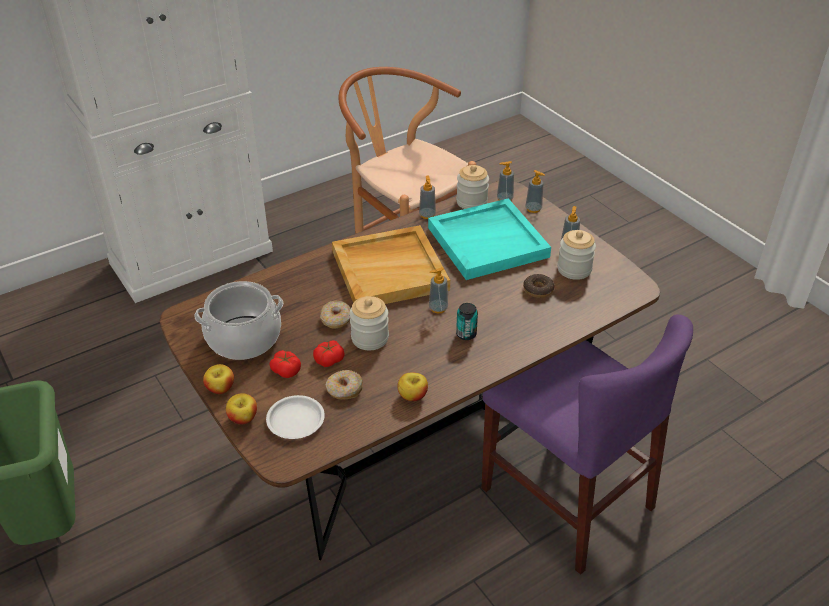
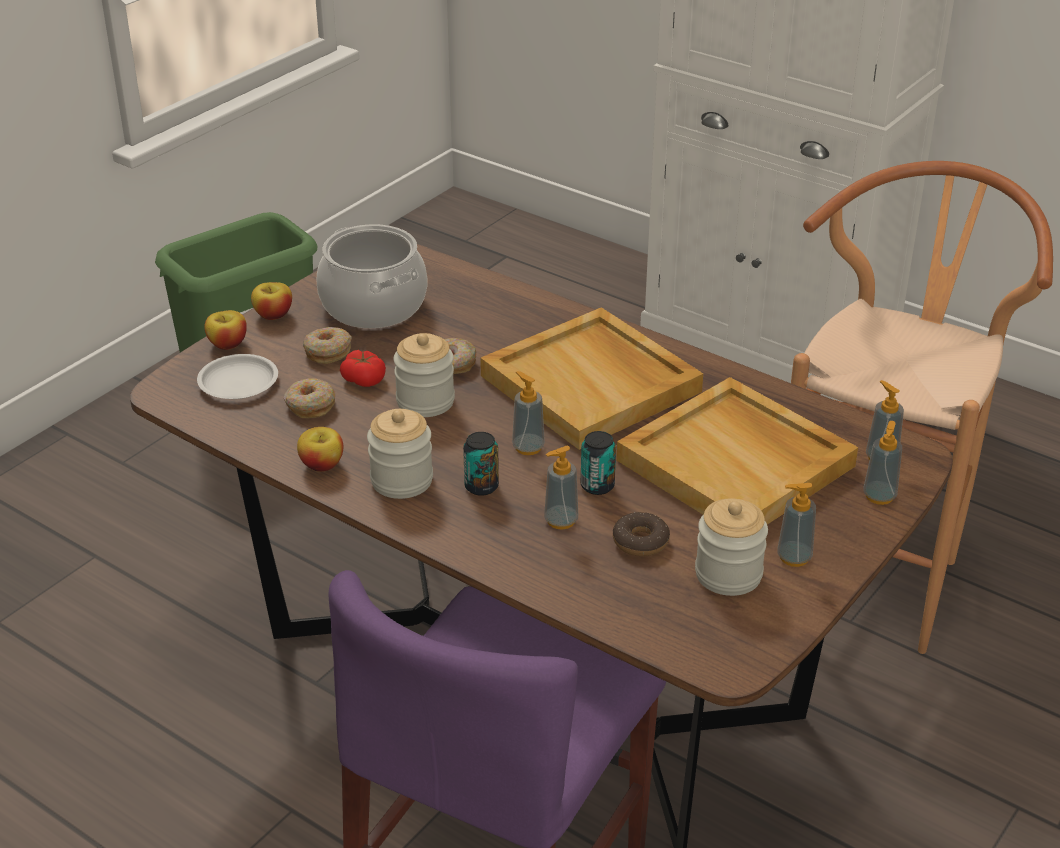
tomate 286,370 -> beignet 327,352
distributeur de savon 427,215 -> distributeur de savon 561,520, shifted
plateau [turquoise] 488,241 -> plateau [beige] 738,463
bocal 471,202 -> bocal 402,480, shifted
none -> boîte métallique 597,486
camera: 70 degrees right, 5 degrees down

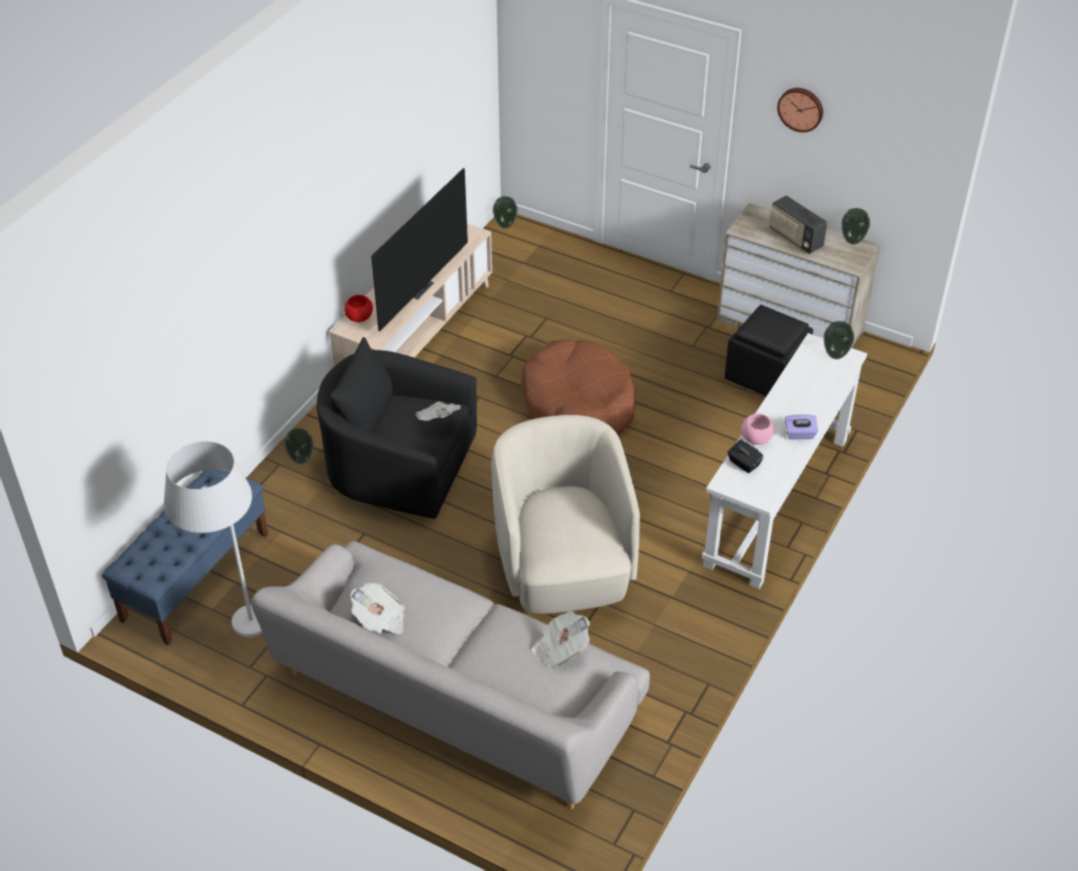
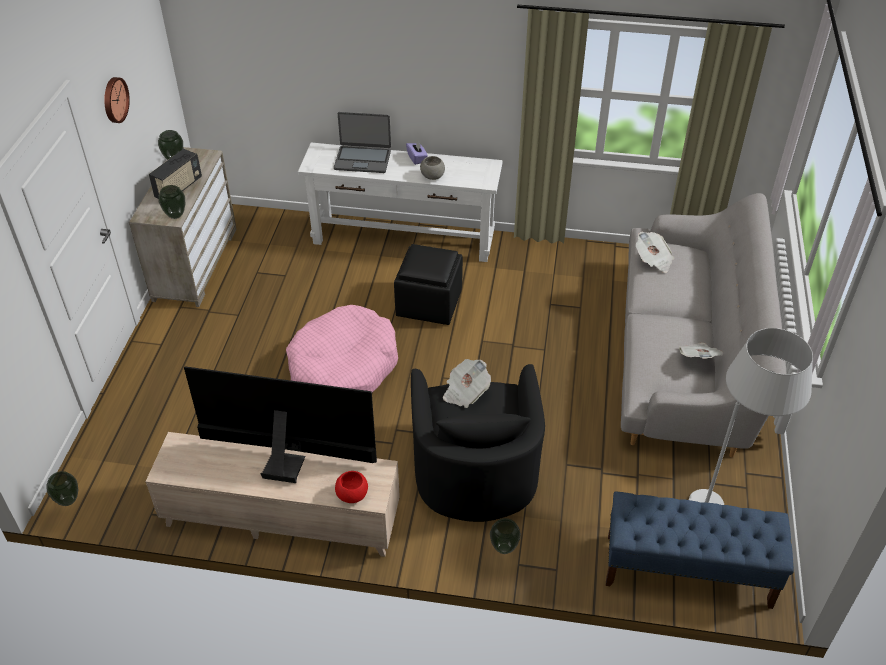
fauteuil [beige] 564,566 -> none
panier pour chien [marron] 578,405 -> panier pour chien [rose] 343,368
pouf [noir] 764,375 -> pouf [noir] 429,304, shifted
boîte à mouchoirs [noir] 743,464 -> none
bol [rose] 756,438 -> bol [gris] 432,176
vase 835,354 -> vase 175,215, shifted
none -> ordinateur portable 362,159
camera: 110 degrees left, 0 degrees up

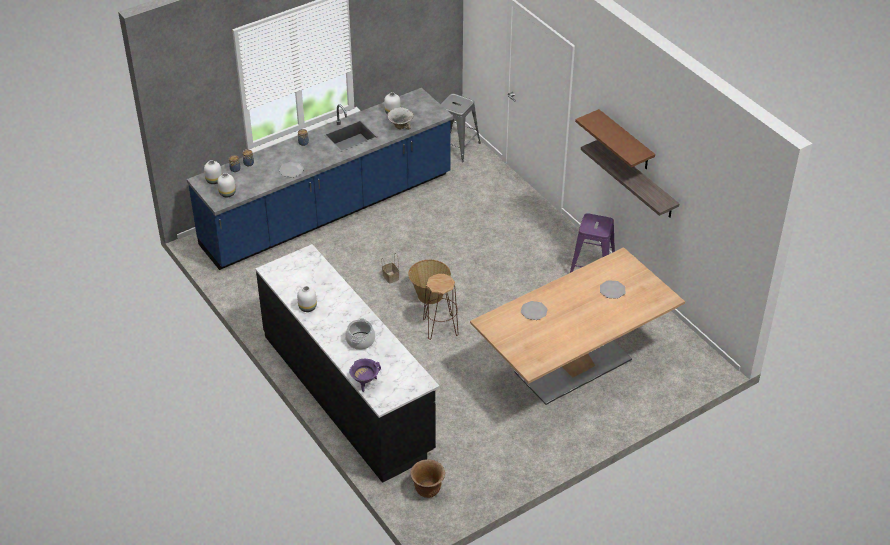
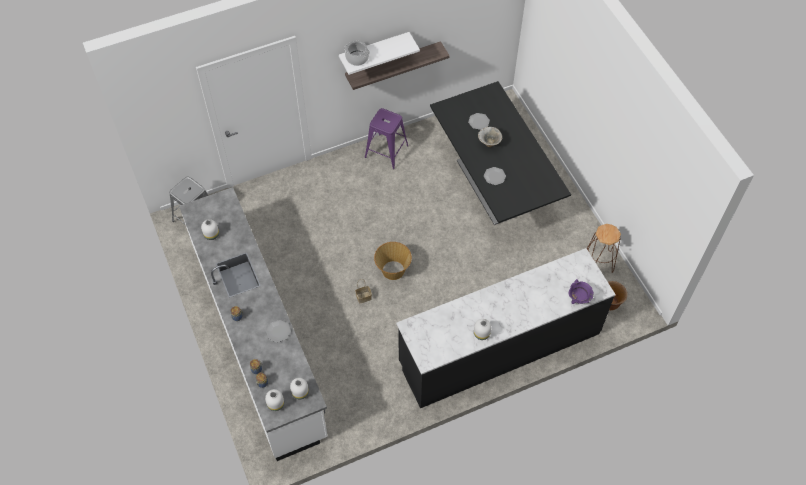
comptoir de cuisine [bleu] 328,211 -> comptoir de cuisine [blanc] 259,338
marmite 360,341 -> marmite 357,58, shifted
bol 400,126 -> bol 489,143, shifted
tabouret [marron] 441,327 -> tabouret [marron] 599,261, shifted
table à manger [beige] 573,366 -> table à manger [noir] 493,185
étagère [marron] 625,141 -> étagère [blanc] 374,50
camera: 80 degrees left, 15 degrees up

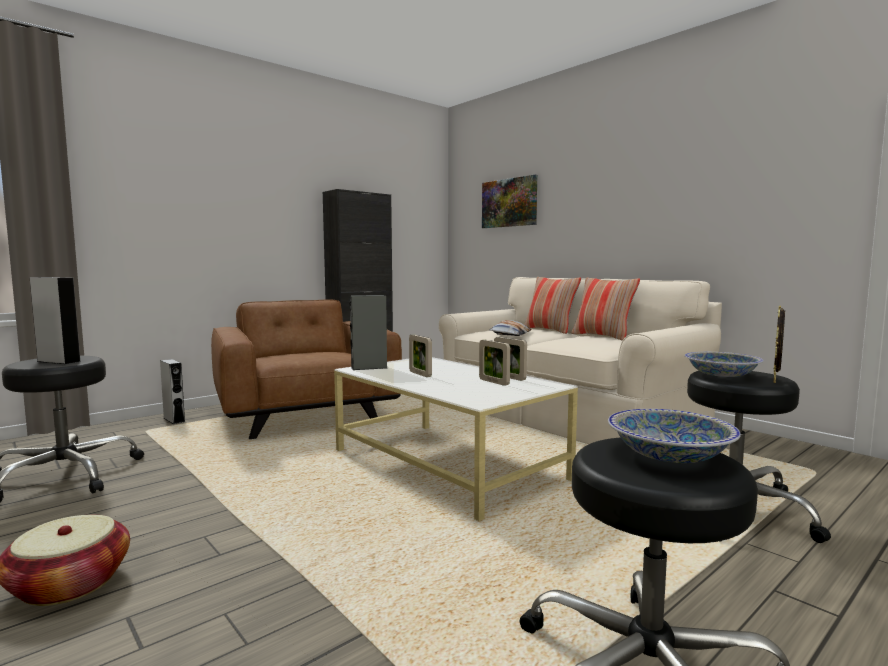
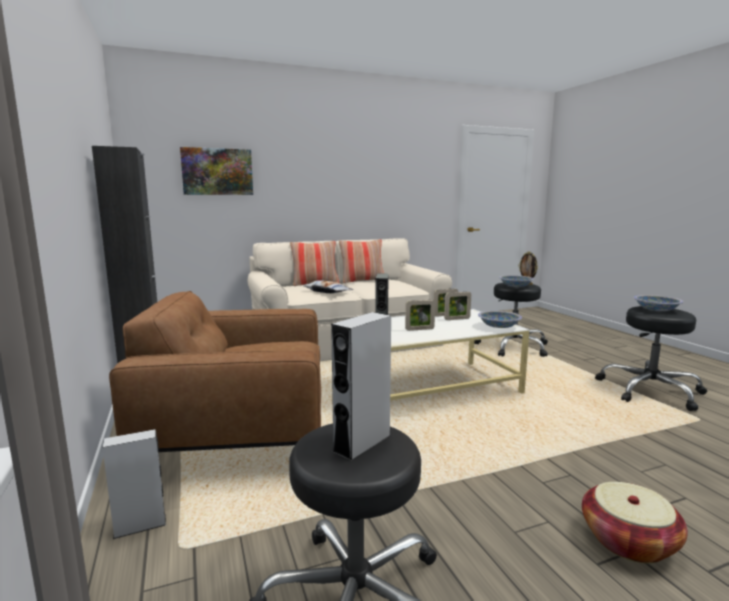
none -> bol 498,326
camera: 70 degrees left, 5 degrees up

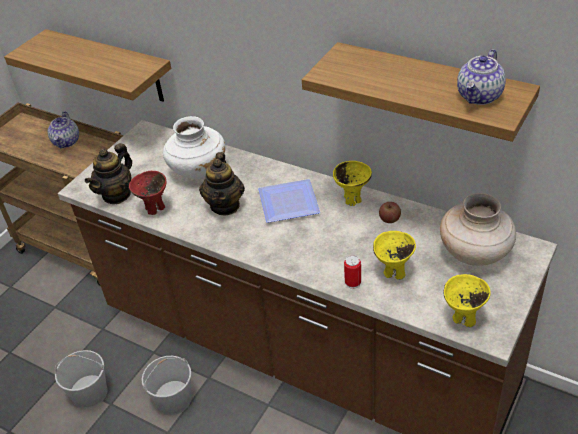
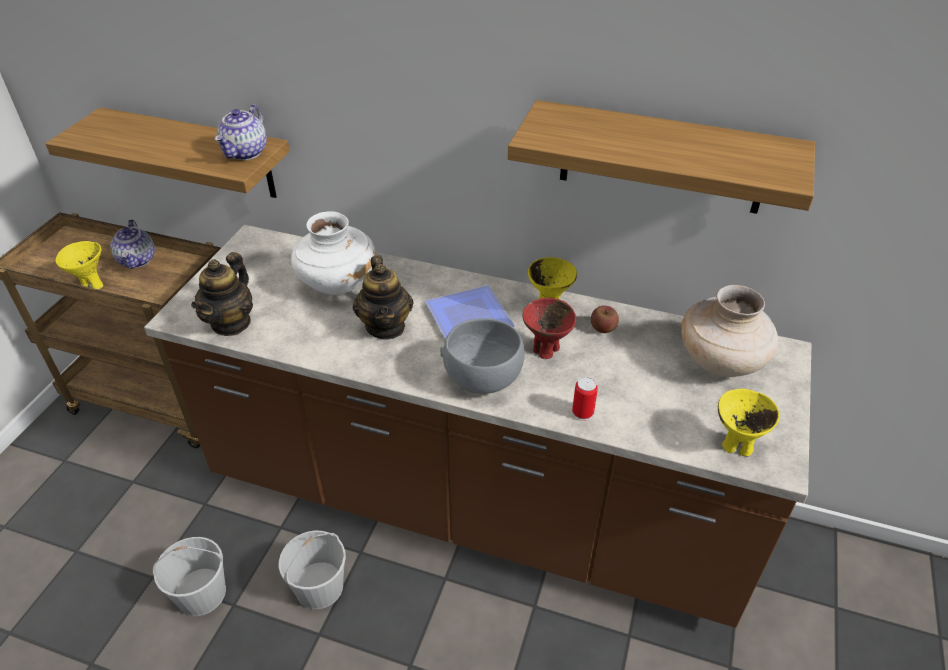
bol [rouge] 155,209 -> bol [rouge] 546,350, shifted
bol [jaune] 394,273 -> bol [jaune] 92,285, shifted
théière 480,96 -> théière 246,153, shifted
none -> bol [gris] 483,379
camera: 15 degrees left, 0 degrees up

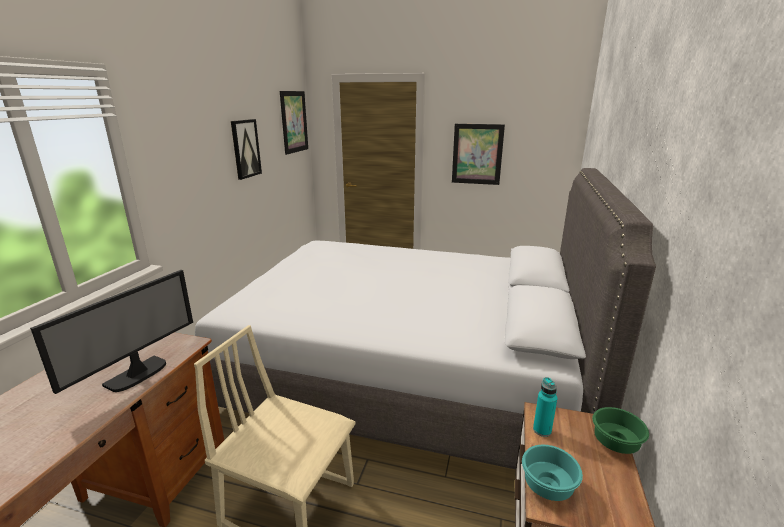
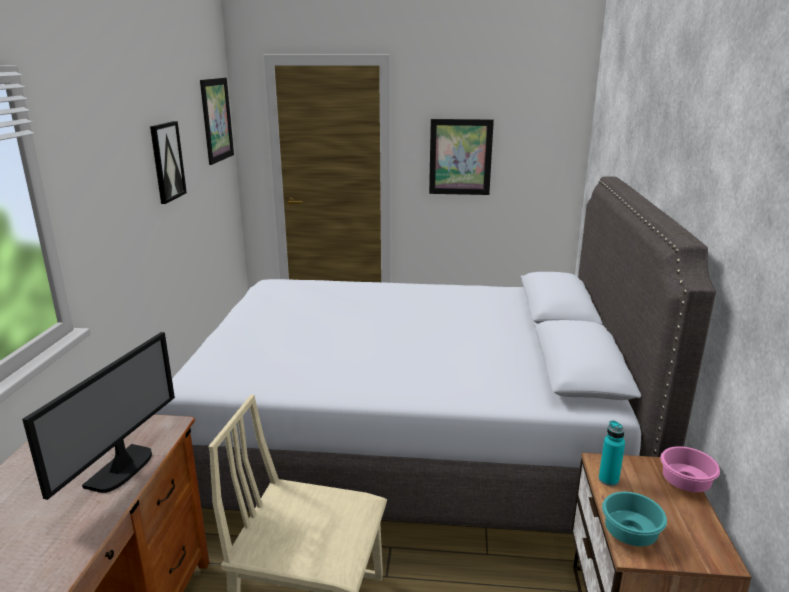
bol [vert] 615,444 -> bol [rose] 685,484
camera: 10 degrees left, 0 degrees up

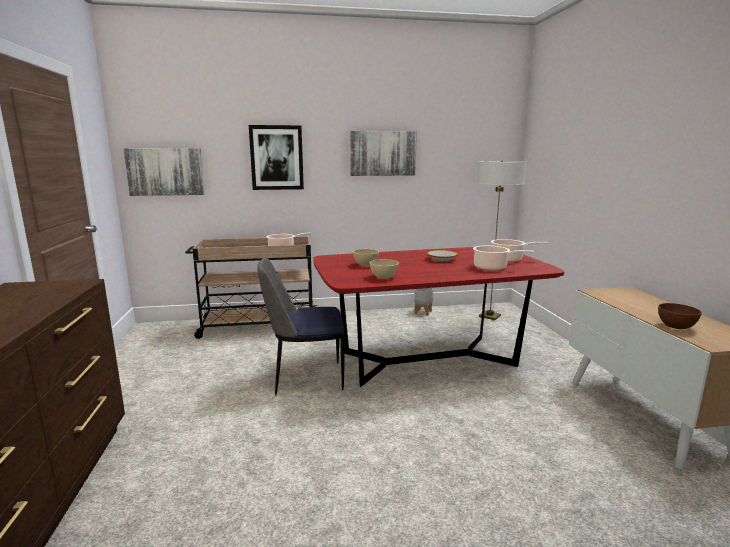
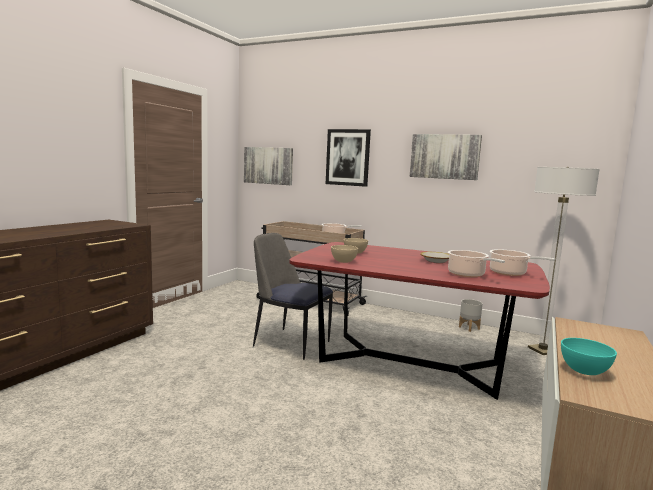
bol [marron] 676,326 -> bol [turquoise] 585,371
camera: 35 degrees right, 5 degrees down

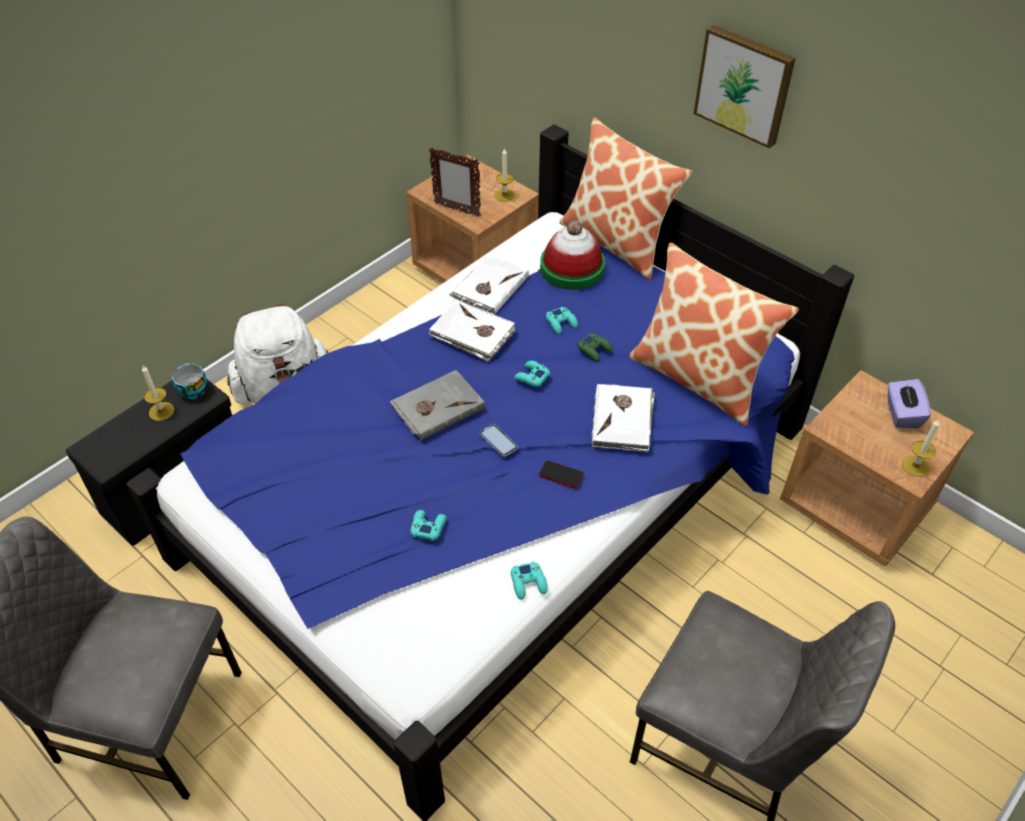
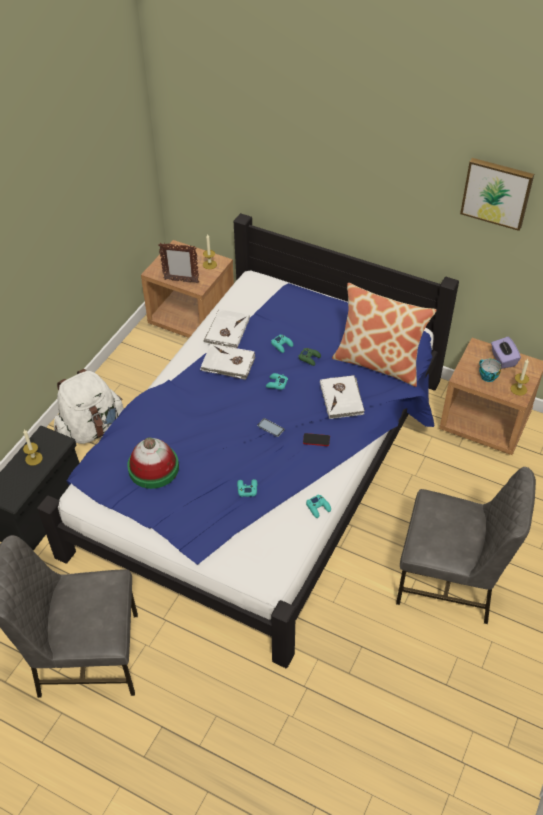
tasse 192,390 -> tasse 487,376, shifted
livre [gris] 437,407 -> none
chapeau 572,268 -> chapeau 153,468, shifted
coussin 617,242 -> none
tableau 745,85 -> tableau 497,192, shifted
camera: 15 degrees left, 0 degrees up

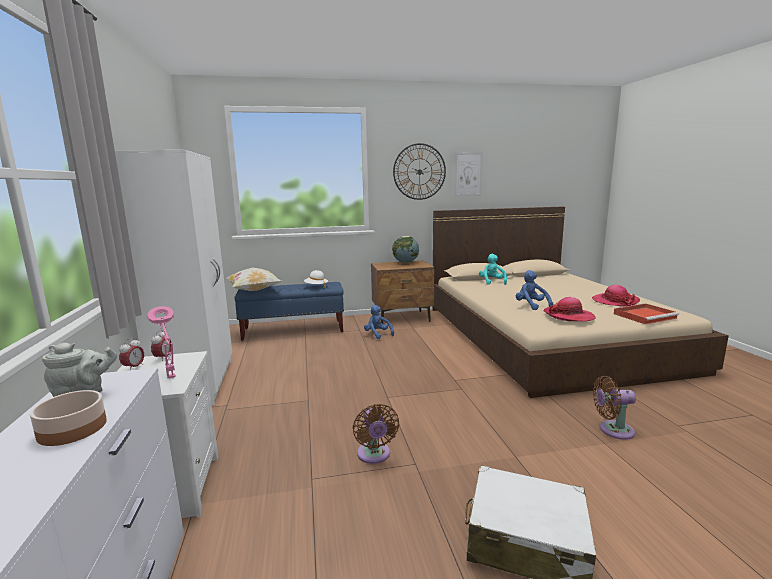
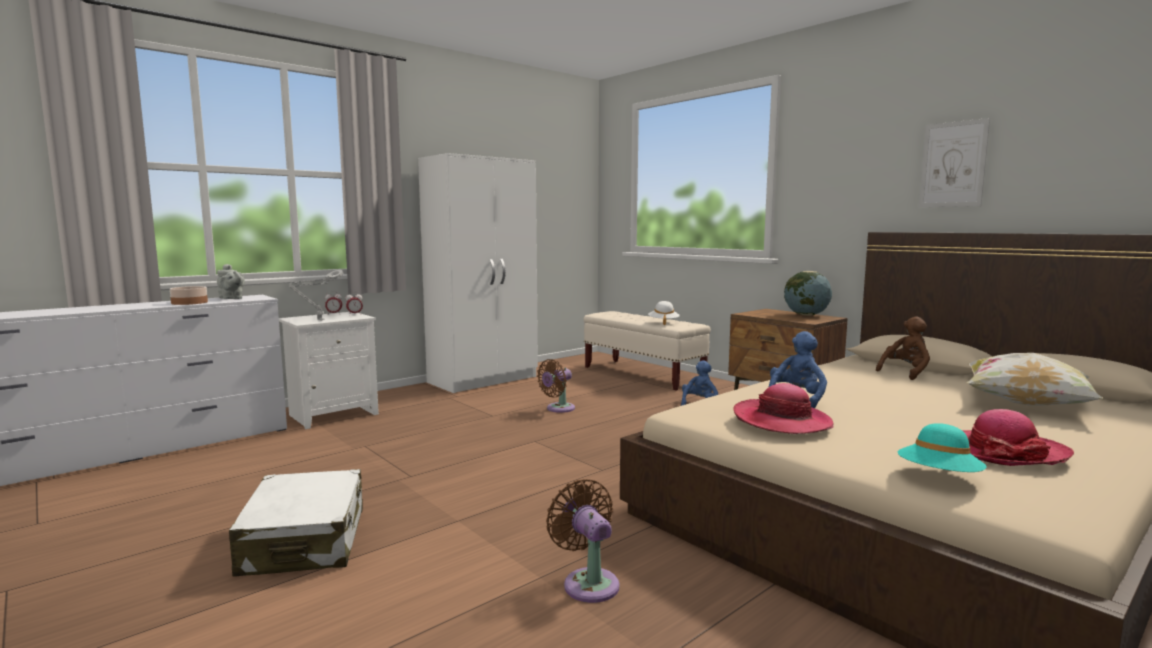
lampe de table [rose] 171,378 -> lampe de table [gris] 319,320
coussin 254,291 -> coussin 1025,405, shifted
banc [bleu] 293,330 -> banc [beige] 643,375
ventilateur [marron] 374,455 -> ventilateur [marron] 558,409, shifted
horloge murale 419,171 -> none
peluche [turquoise] 492,282 -> peluche [marron] 905,373
plateau [rouge] 645,316 -> chapeau [turquoise] 939,478
camera: 60 degrees right, 5 degrees down

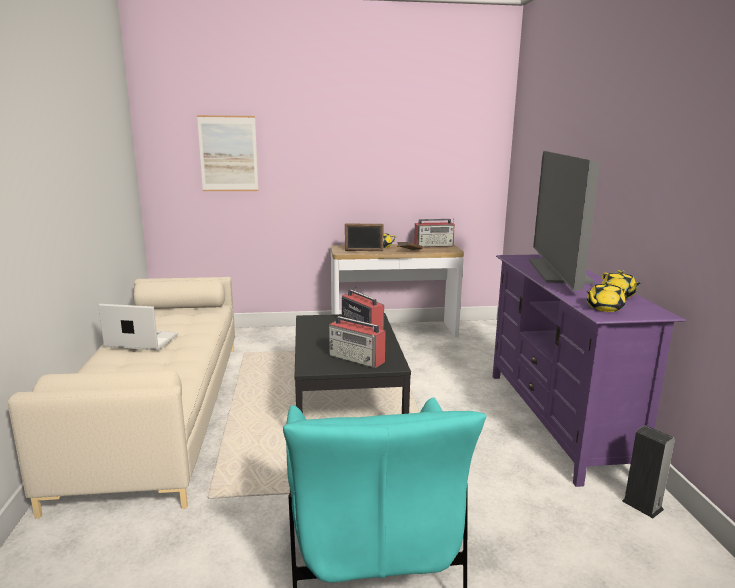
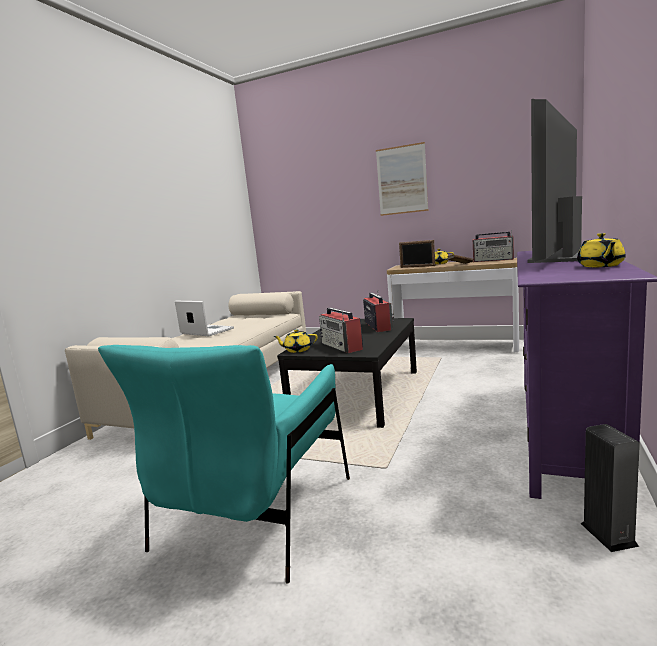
tableau 228,154 -> tableau 402,180, shifted
théière [jaune] 603,308 -> théière [jaune] 297,350, shifted
camera: 30 degrees right, 5 degrees down

